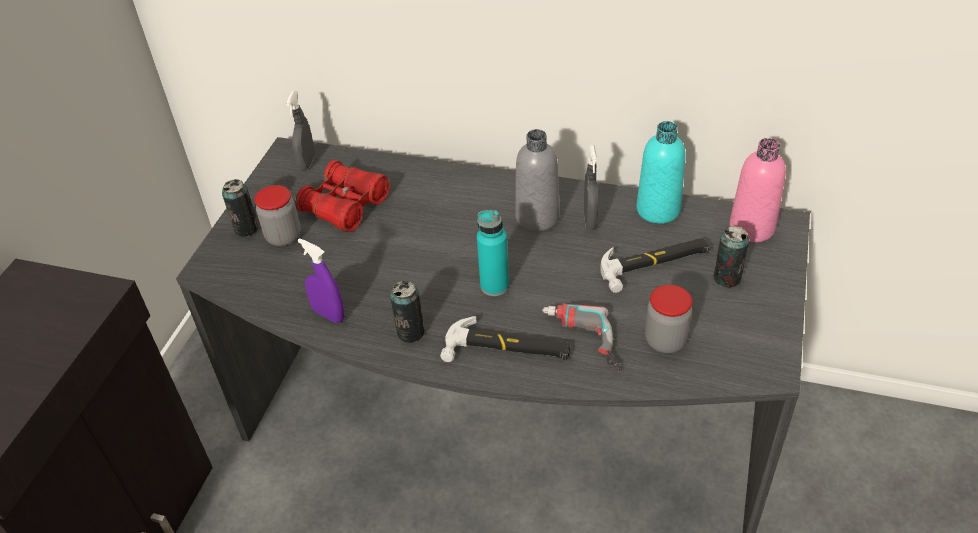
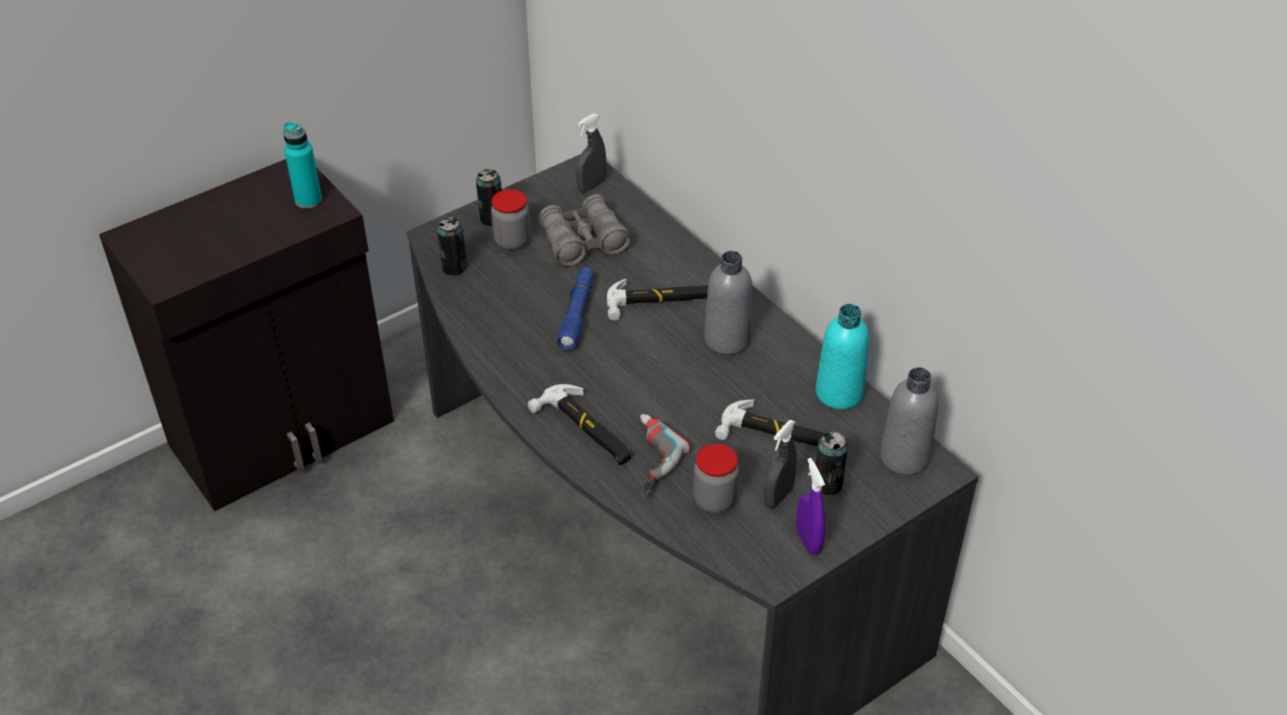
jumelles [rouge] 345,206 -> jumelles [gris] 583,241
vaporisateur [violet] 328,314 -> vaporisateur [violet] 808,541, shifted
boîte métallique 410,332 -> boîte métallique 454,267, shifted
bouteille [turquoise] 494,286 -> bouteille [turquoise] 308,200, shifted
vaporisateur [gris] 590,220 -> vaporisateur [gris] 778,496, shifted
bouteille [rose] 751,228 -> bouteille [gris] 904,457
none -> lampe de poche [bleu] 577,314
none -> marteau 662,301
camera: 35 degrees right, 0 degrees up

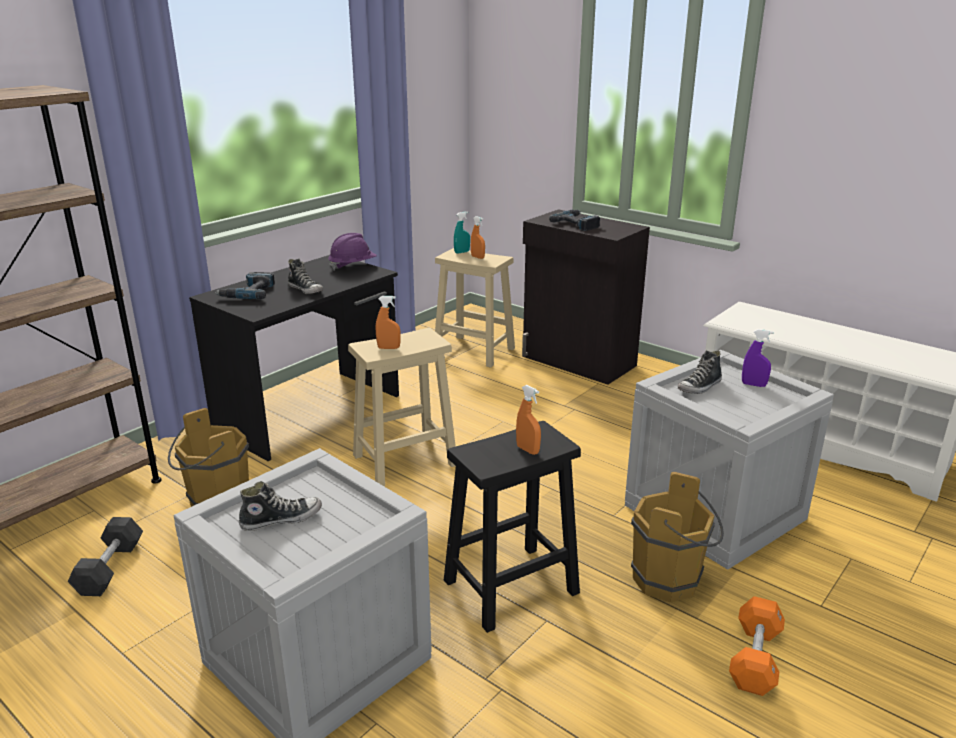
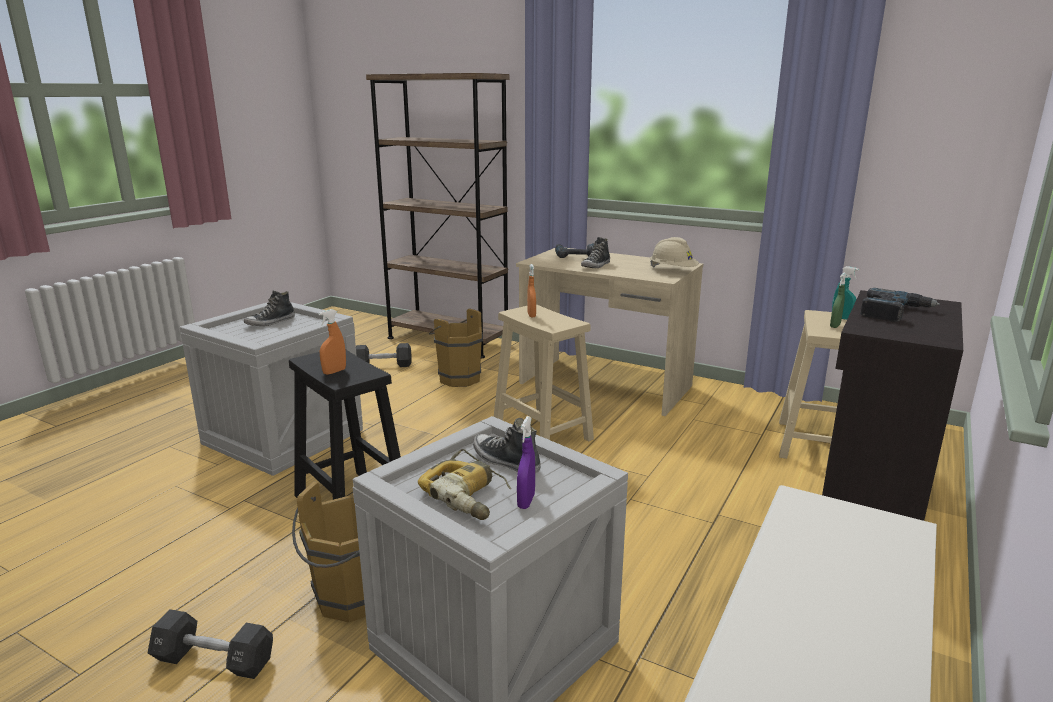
bureau [noir] 311,413 -> bureau [beige] 605,385
chaussure 281,519 -> chaussure 270,322, 75 degrees clockwise
casque de chantier [violet] 352,266 -> casque de chantier [beige] 673,271
vaporisateur [orange] 477,257 -> vaporisateur [vert] 835,326
haltère [orange] 755,658 -> haltère [noir] 214,660
none -> perceuse 469,494
camera: 80 degrees right, 5 degrees down

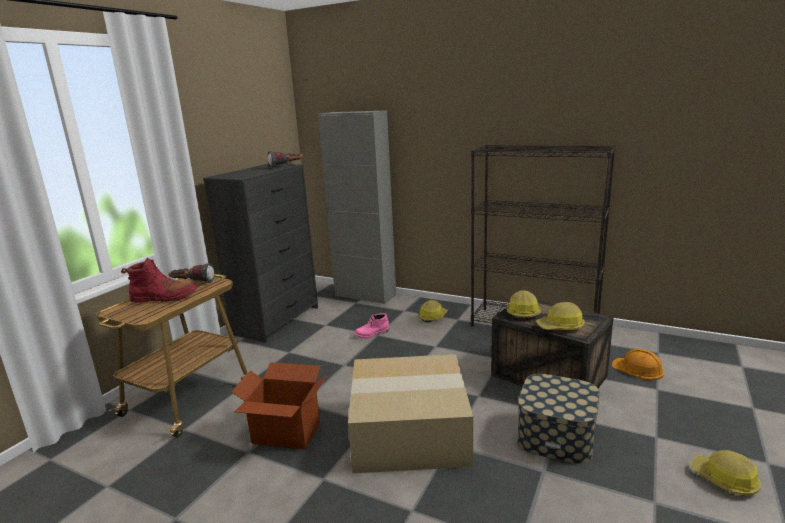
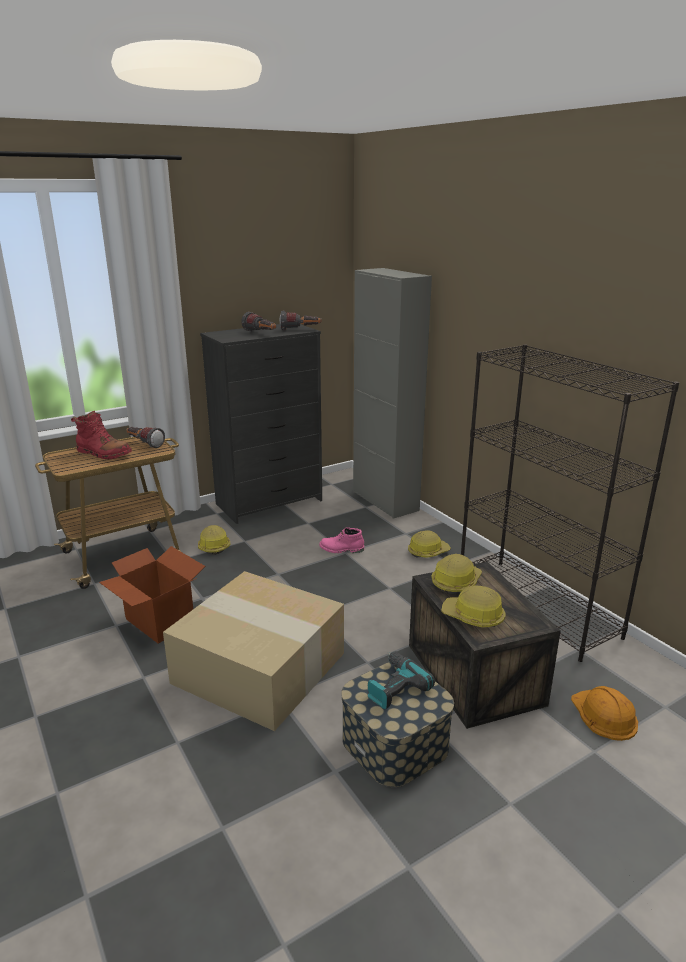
casque de chantier 724,480 -> casque de chantier 213,546, shifted
none -> lampe de poche 261,333
none -> perceuse 394,686
camera: 30 degrees right, 5 degrees up

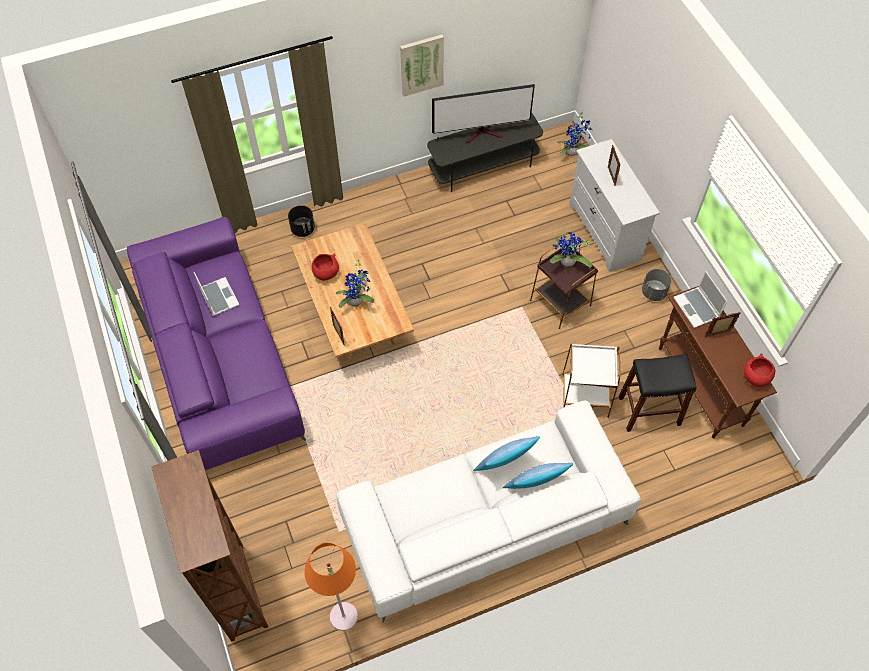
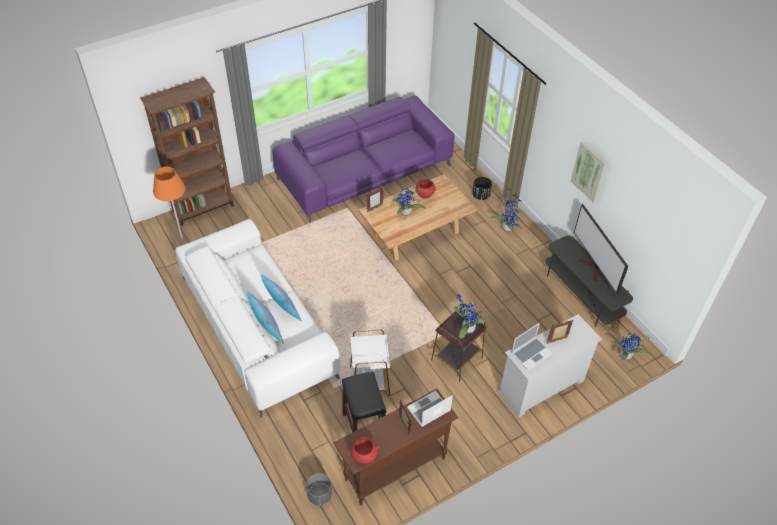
ordinateur portable 218,297 -> ordinateur portable 531,353, shifted
cache-pot [gris] 653,292 -> cache-pot [gris] 319,495, shifted
none -> plante en pot 507,227
camera: 80 degrees right, 10 degrees down

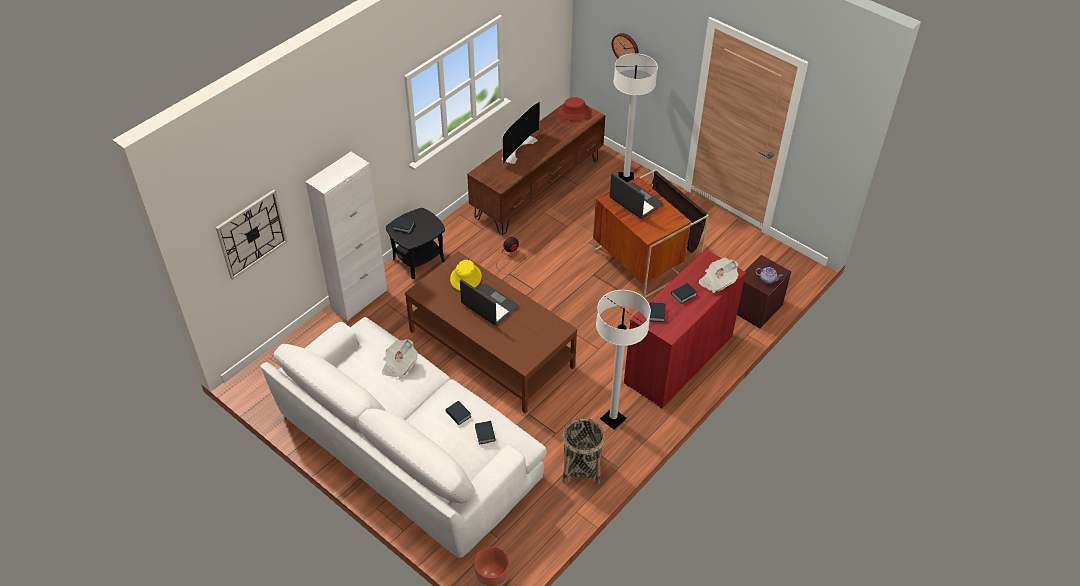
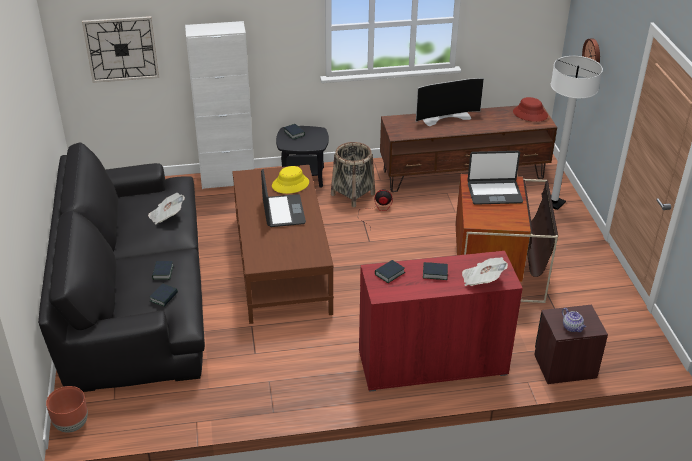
canapé [blanc] 407,447 -> canapé [noir] 134,293
panier 581,467 -> panier 352,194, shifted
lampadaire [blanc] 613,419 -> none
ordinateur portable 635,202 -> ordinateur portable 494,193, 90 degrees clockwise
camera: 40 degrees right, 10 degrees down

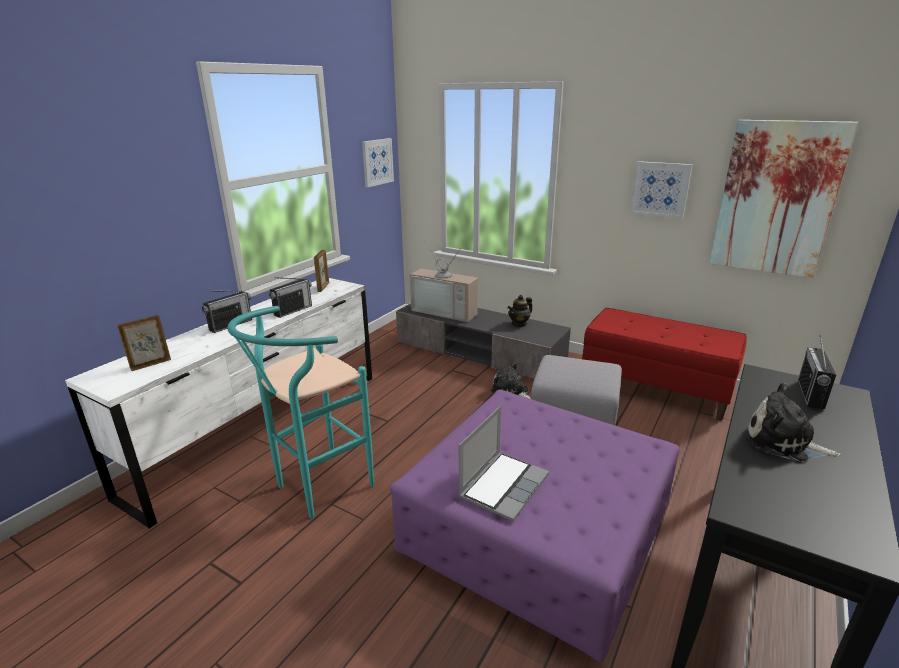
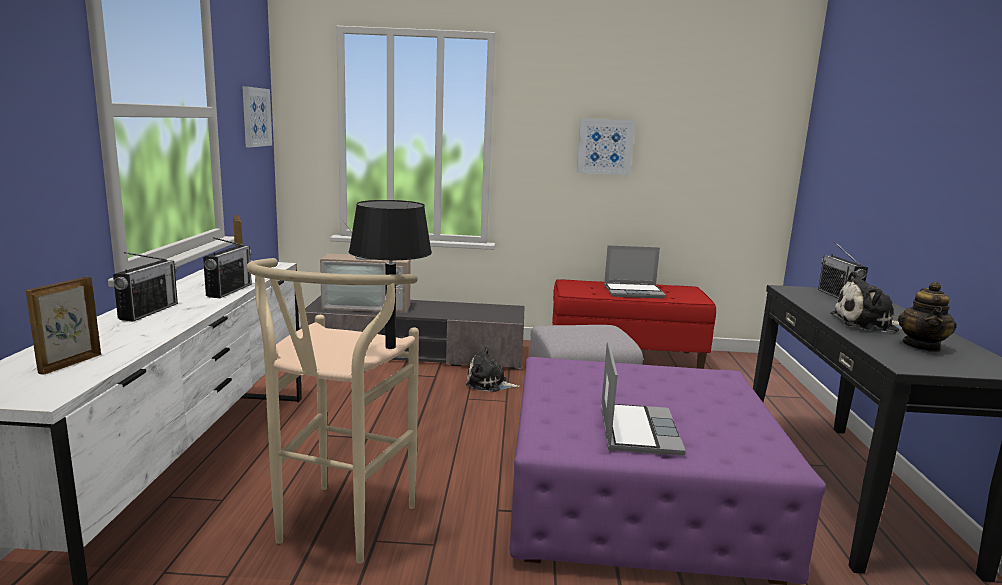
tabouret [turquoise] 316,489 -> tabouret [beige] 337,530
théière 519,324 -> théière 922,346, shifted
tableau 776,199 -> none
none -> lampe de table [noir] 390,347
none -> ordinateur portable 634,292
camera: 30 degrees left, 10 degrees down

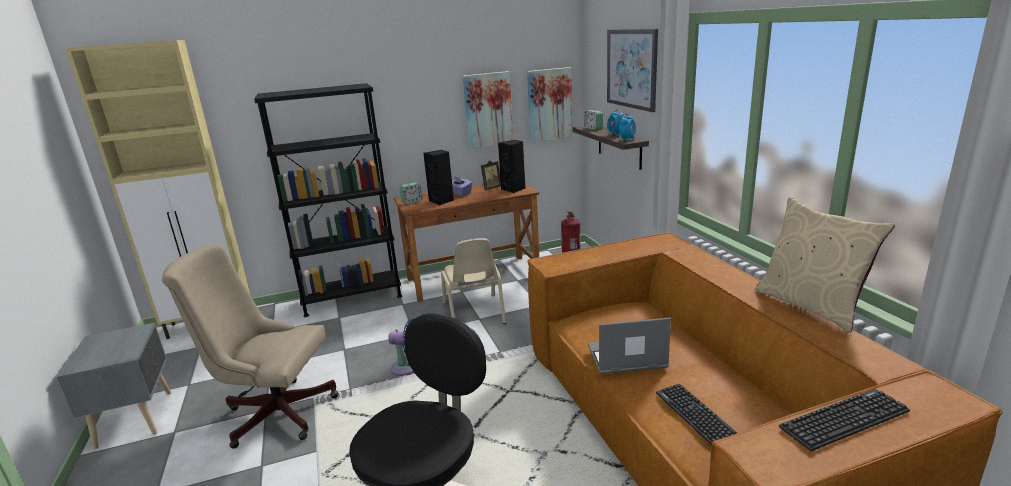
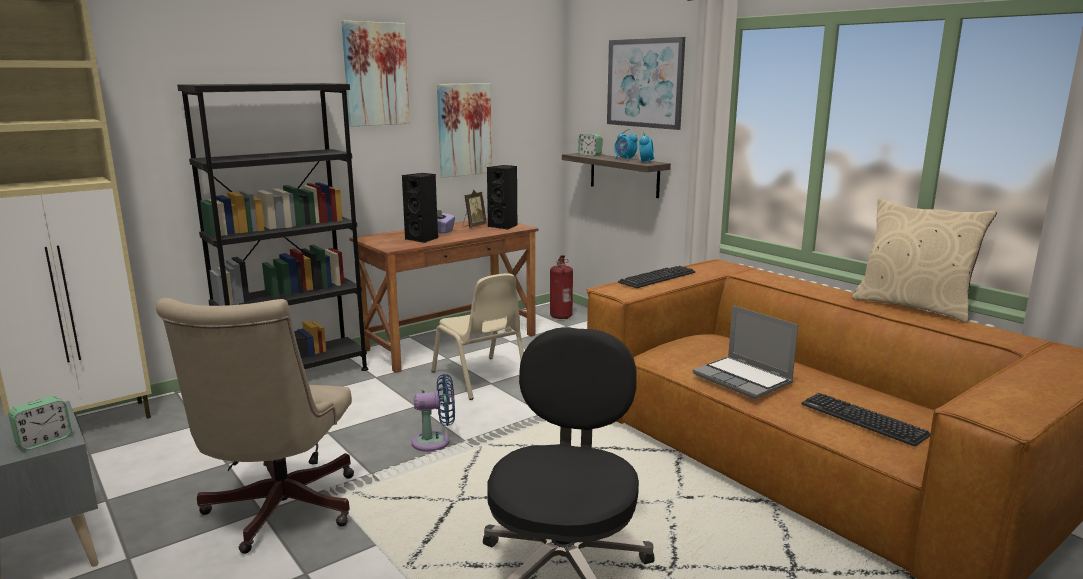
chaise de bureau [beige] 274,412 -> chaise de bureau [beige] 277,513, 75 degrees counterclockwise
réveil 412,202 -> réveil 44,441, shifted
tableau 549,104 -> tableau 375,74, shifted
ordinateur portable 626,358 -> ordinateur portable 743,379, 105 degrees counterclockwise
clavier 844,419 -> clavier 657,278, shifted
camera: 20 degrees left, 5 degrees down

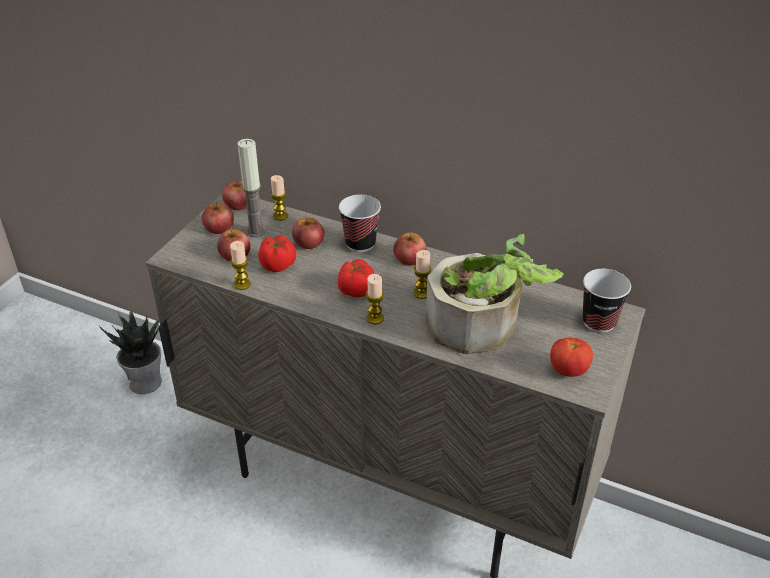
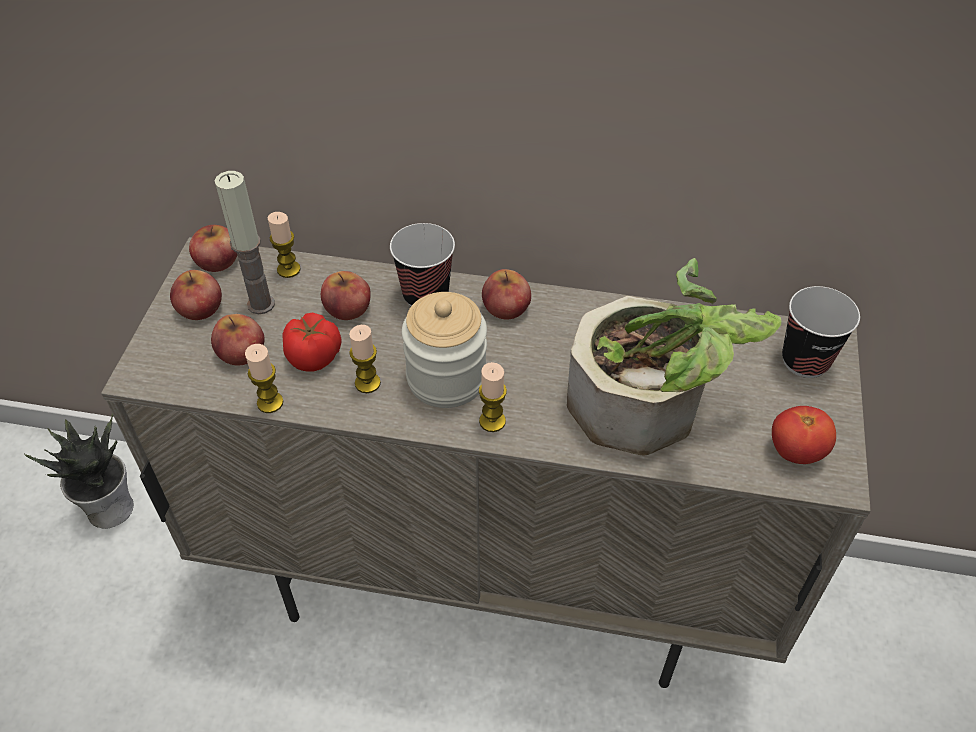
tomate 355,290 -> bocal 446,378
bougie 421,293 -> bougie 367,383, shifted
camera: 15 degrees left, 10 degrees up

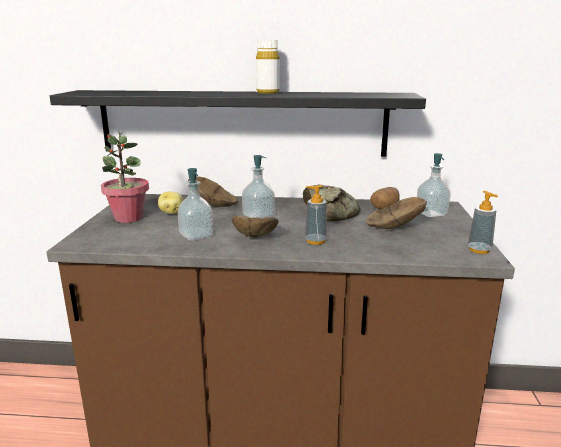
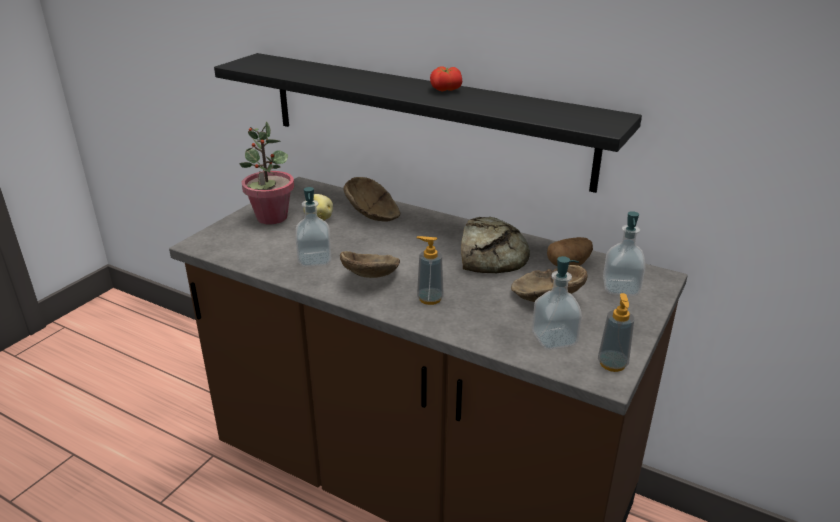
distributeur de savon 258,216 -> distributeur de savon 554,339, shifted
bouteille [blanc] 268,92 -> tomate 444,90
camera: 25 degrees right, 10 degrees up

